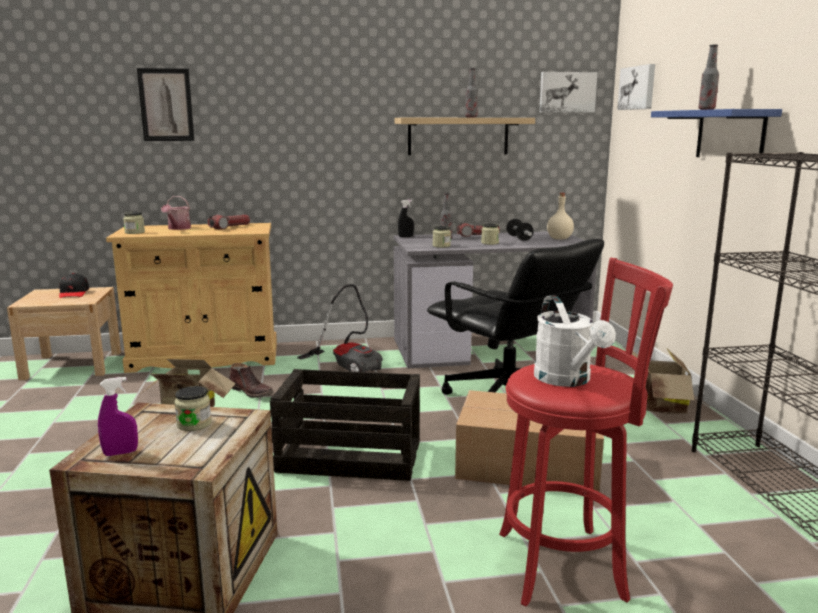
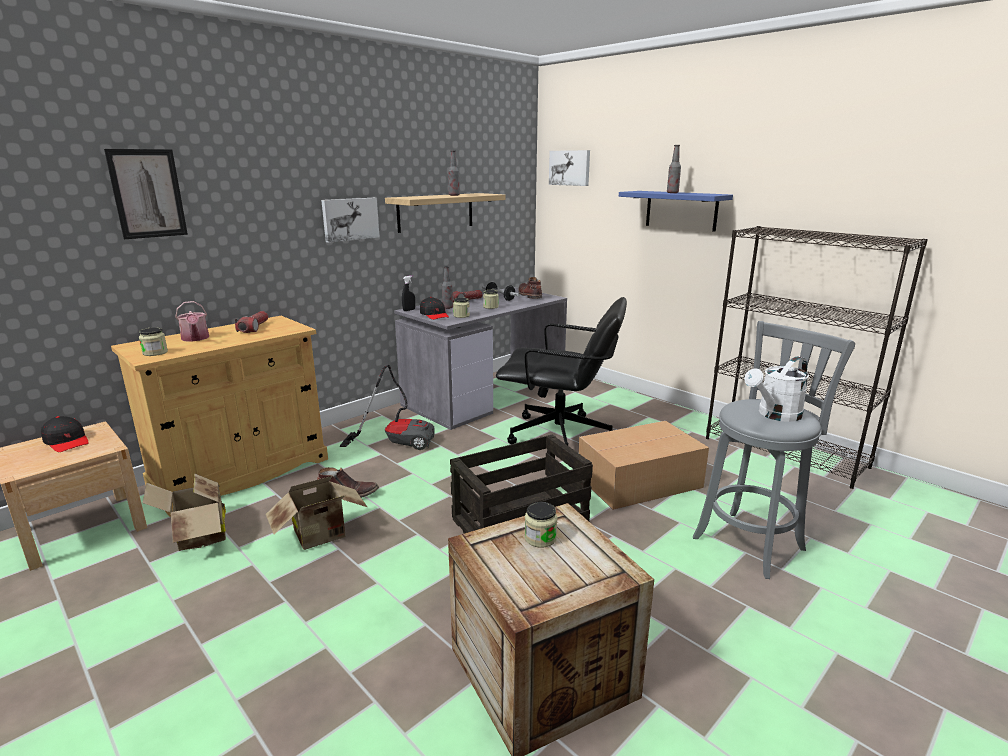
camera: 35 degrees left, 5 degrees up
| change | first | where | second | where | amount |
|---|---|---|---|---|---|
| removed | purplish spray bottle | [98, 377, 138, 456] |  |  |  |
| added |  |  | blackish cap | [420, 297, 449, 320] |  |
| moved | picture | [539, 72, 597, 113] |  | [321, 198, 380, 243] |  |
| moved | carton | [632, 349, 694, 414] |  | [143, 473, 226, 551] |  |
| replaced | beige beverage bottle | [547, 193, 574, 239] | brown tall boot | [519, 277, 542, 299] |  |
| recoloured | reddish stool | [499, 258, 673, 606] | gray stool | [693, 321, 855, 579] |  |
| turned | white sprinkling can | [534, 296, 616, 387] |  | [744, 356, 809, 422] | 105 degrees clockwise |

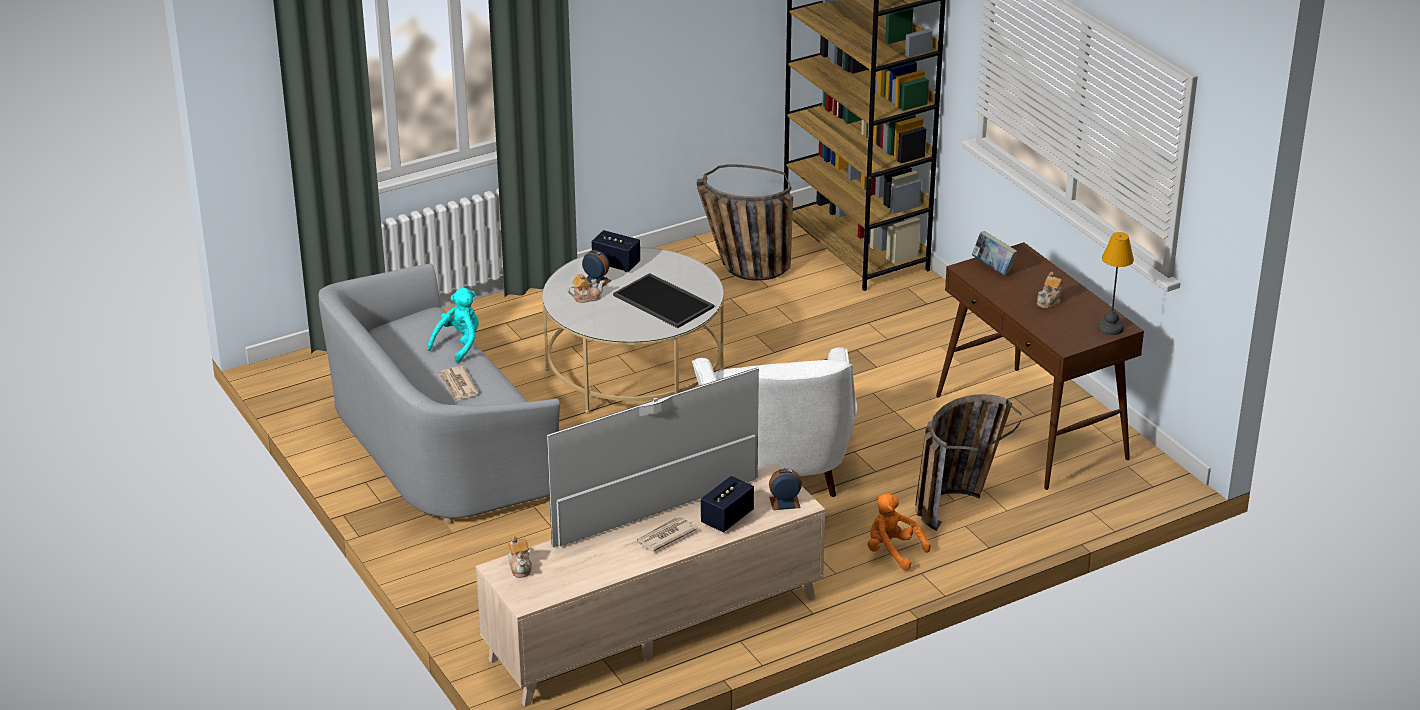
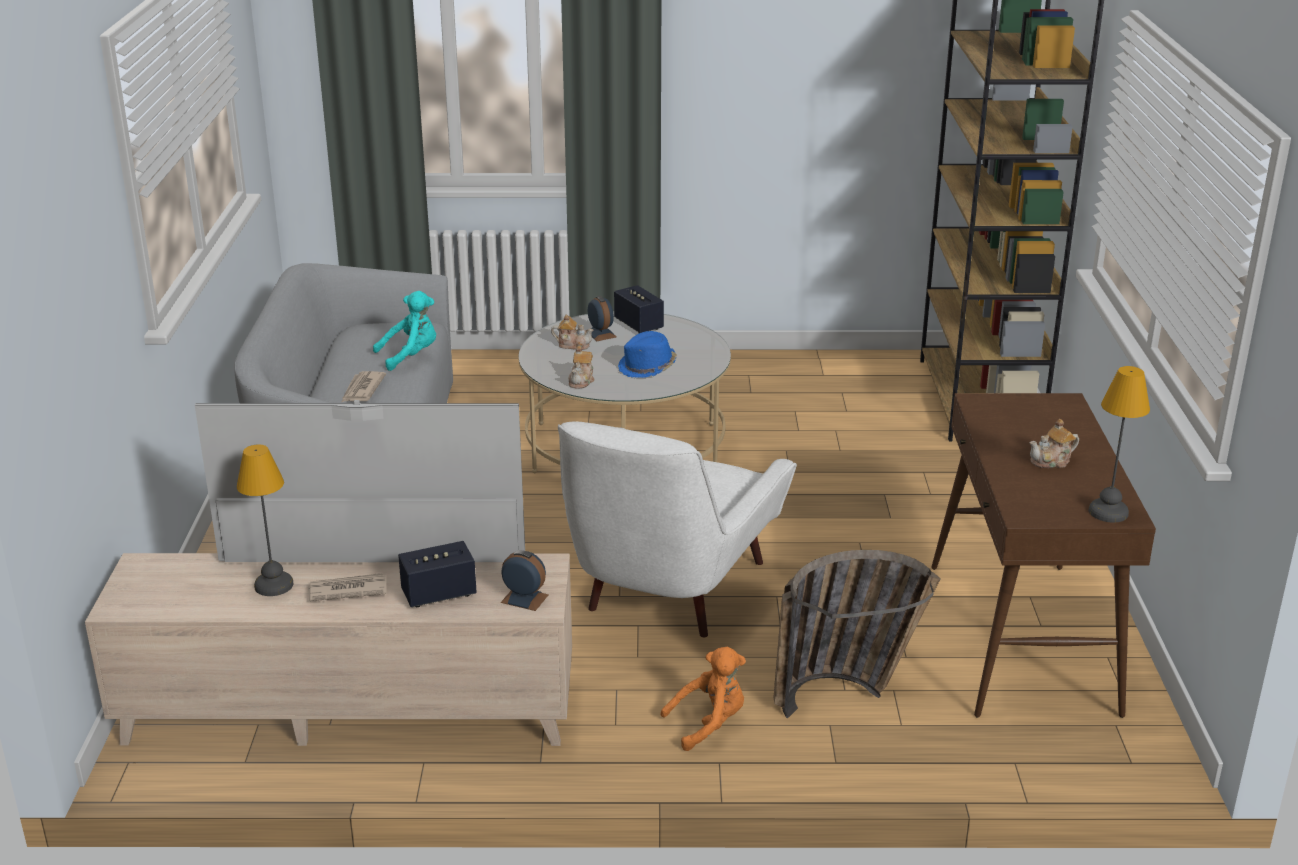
camera: 30 degrees right, 5 degrees down
| change | first | where | second | where | amount |
|---|---|---|---|---|---|
| removed | household basket | [696, 164, 793, 281] |  |  |  |
| removed | book | [972, 231, 1017, 276] |  |  |  |
| added |  |  | table lamp | [237, 444, 294, 596] |  |
| moved | tea pot | [508, 536, 532, 578] |  | [568, 346, 595, 389] |  |
| replaced | tray | [613, 273, 714, 328] | blue clothing hat | [618, 331, 677, 378] |  |
| turned | orangey plush toy | [868, 493, 931, 570] |  | [660, 647, 746, 751] | 90 degrees clockwise |

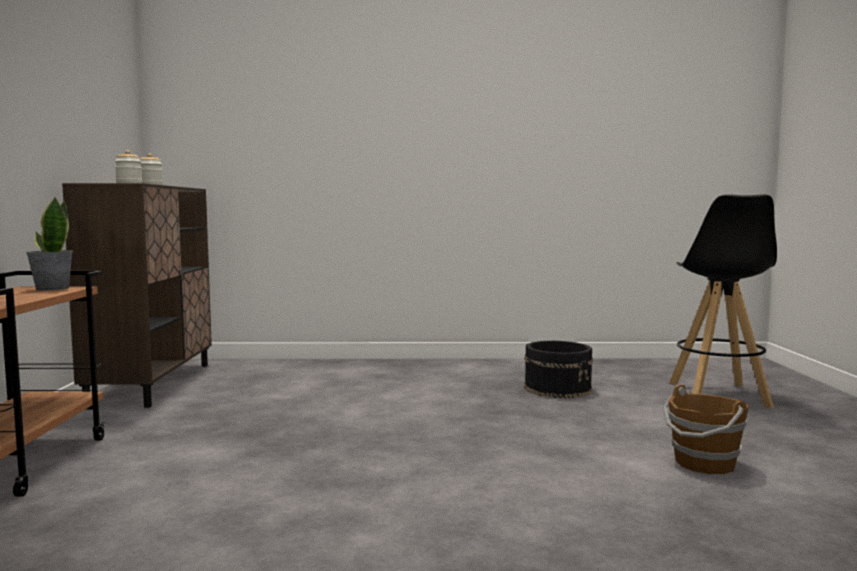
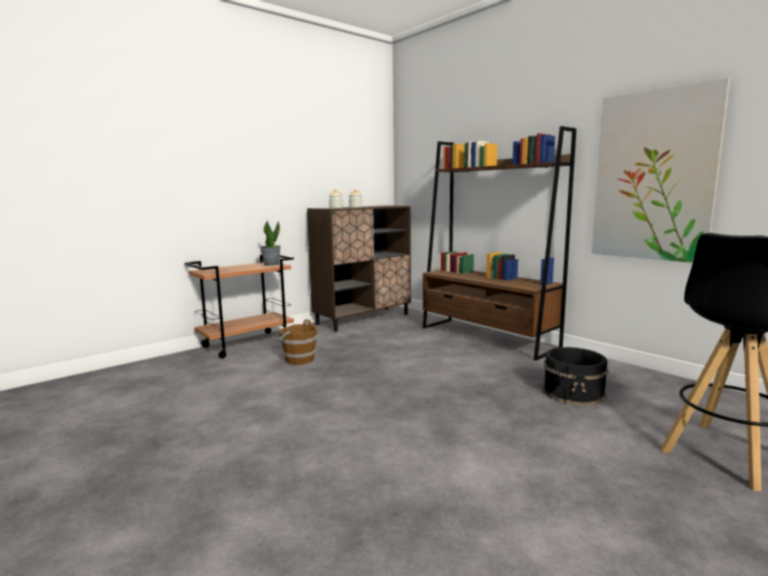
camera: 50 degrees right, 5 degrees up
| change | first | where | second | where | amount |
|---|---|---|---|---|---|
| added |  |  | brown shelving unit | [423, 126, 576, 361] |  |
| added |  |  | picture | [592, 78, 730, 263] |  |
| moved | brown bucket | [663, 385, 749, 474] |  | [278, 319, 317, 365] |  |

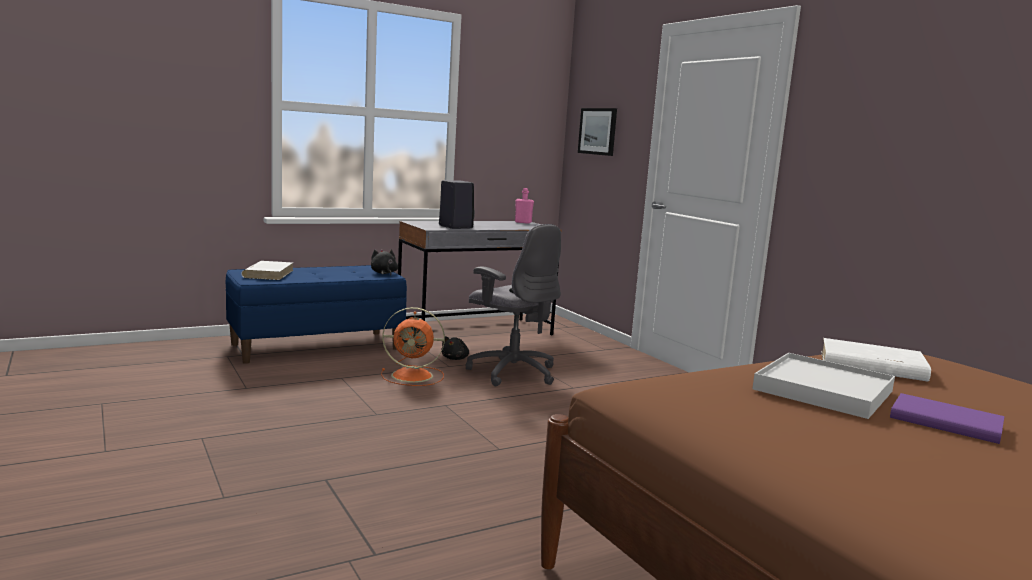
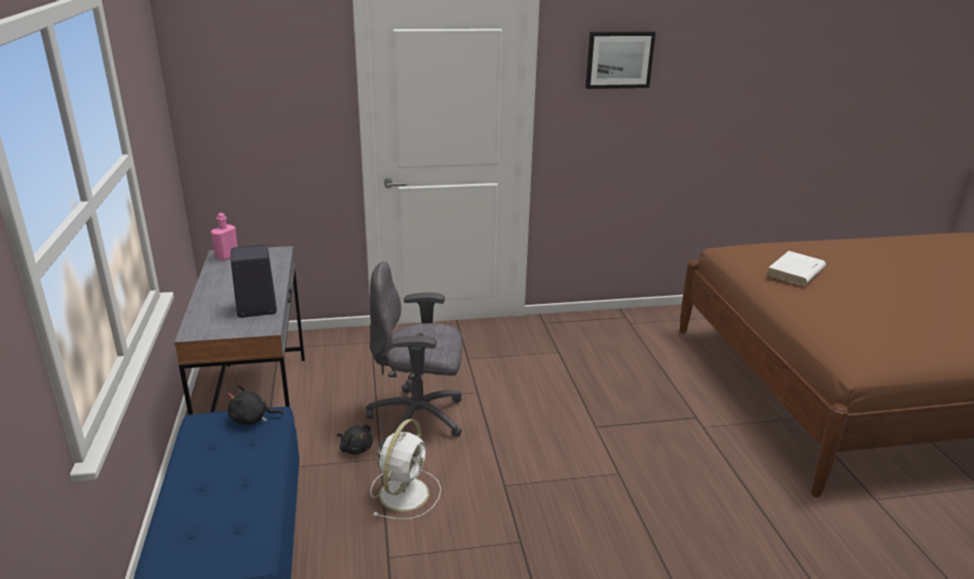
camera: 70 degrees left, 15 degrees up
| change | first | where | second | where | amount |
|---|---|---|---|---|---|
| removed | white book | [241, 261, 294, 280] |  |  |  |
| removed | white tray | [752, 353, 895, 419] |  |  |  |
| removed | purplish book | [890, 393, 1005, 444] |  |  |  |
| moved | picture | [578, 108, 617, 156] |  | [586, 32, 656, 89] |  |
| recoloured | orangey cooling fan | [381, 307, 445, 386] | white cooling fan | [370, 419, 441, 519] |  |
| turned | gray office chair | [466, 224, 561, 386] |  | [366, 261, 462, 437] | 150 degrees counterclockwise |

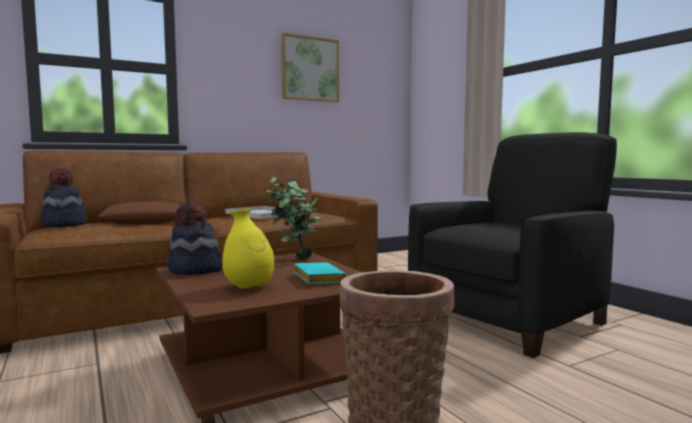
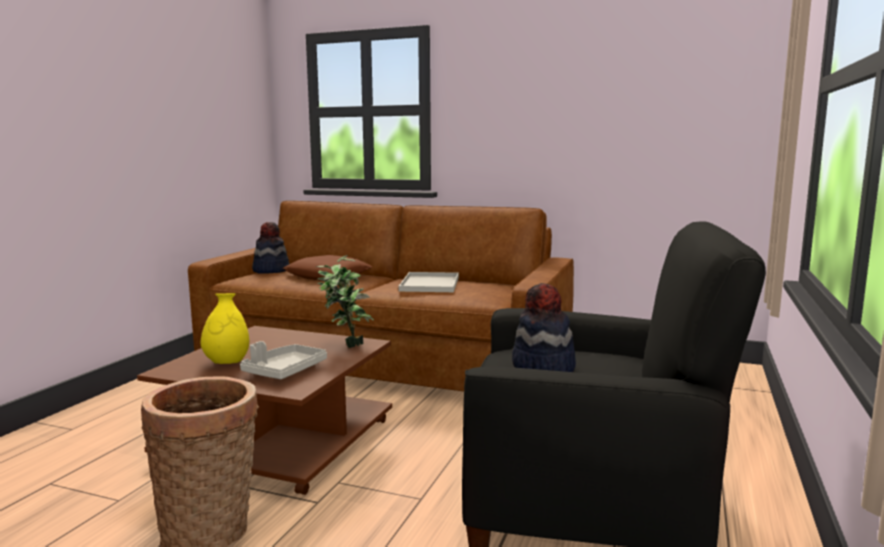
camera: 50 degrees right, 5 degrees up
| change | first | where | second | where | amount |
|---|---|---|---|---|---|
| removed | picture | [281, 33, 339, 102] |  |  |  |
| moved | clothing hat | [167, 202, 222, 275] |  | [512, 283, 576, 372] |  |
| replaced | turquoise book | [294, 262, 347, 284] | gray tray | [240, 341, 327, 379] |  |

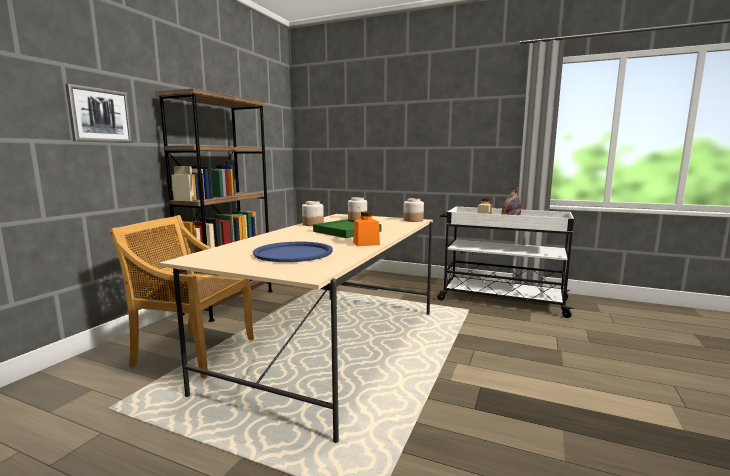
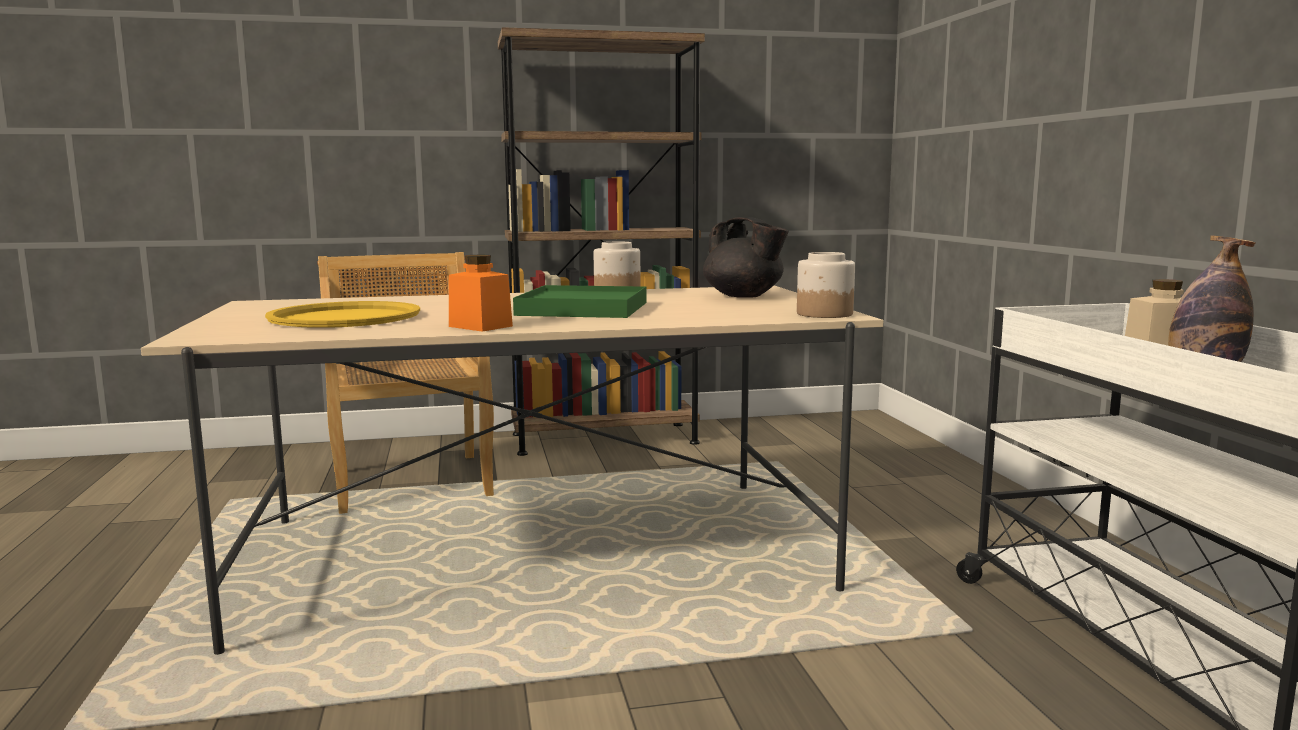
camera: 55 degrees right, 0 degrees up
| change | first | where | second | where | amount |
|---|---|---|---|---|---|
| removed | picture | [65, 84, 133, 143] |  |  |  |
| replaced | preserve jar | [348, 197, 367, 220] | blackish tea pot | [703, 217, 789, 298] |  |
| recoloured | blue tray | [253, 242, 333, 262] | yellow tray | [265, 301, 420, 328] |  |

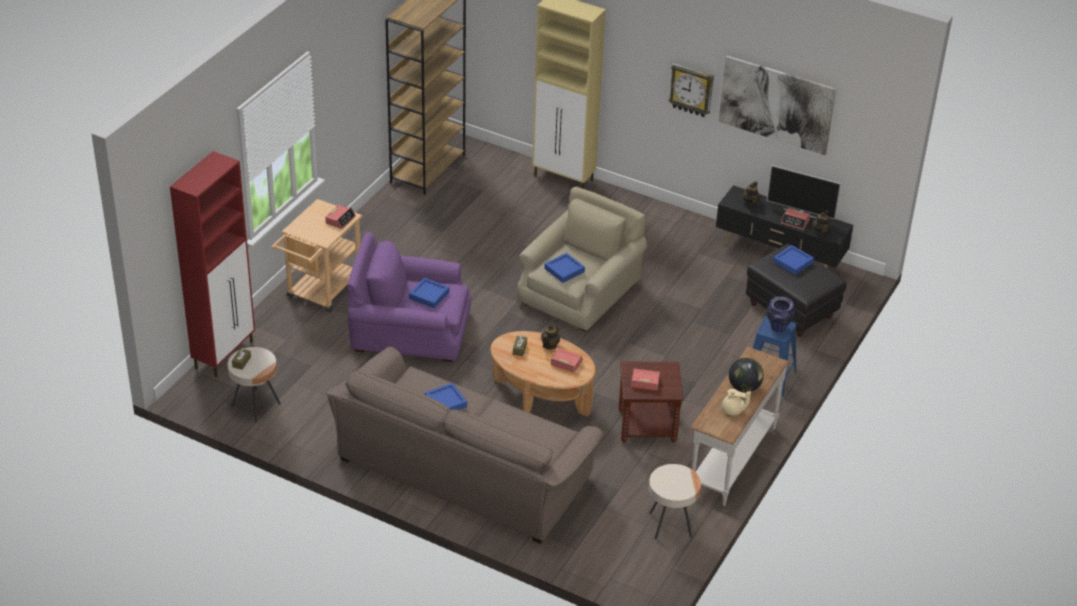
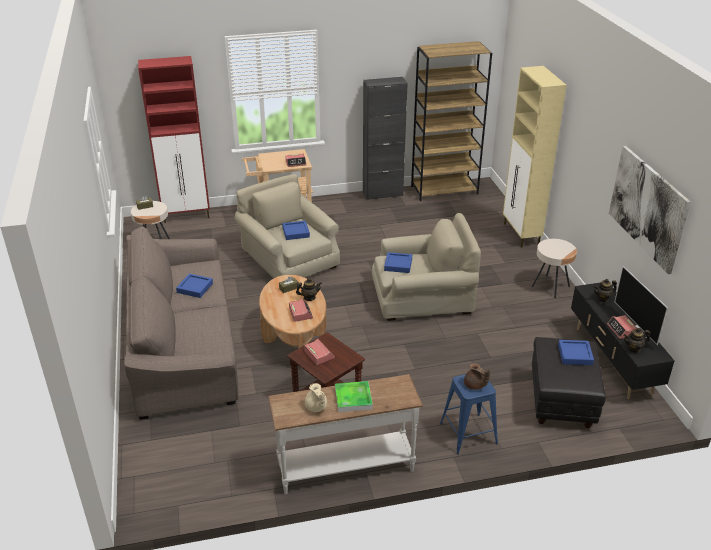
camera: 50 degrees right, 5 degrees down
| change | first | where | second | where | amount |
|---|---|---|---|---|---|
| removed | wall clock | [668, 63, 714, 117] |  |  |  |
| added |  |  | blackish cabinet | [363, 77, 408, 200] |  |
| moved | beige end table | [649, 464, 701, 540] |  | [532, 239, 577, 298] |  |
| replaced | world globe | [729, 358, 764, 393] | tray | [335, 381, 373, 412] |  |
| replaced | flower vase | [767, 296, 795, 332] | brown tea pot | [464, 363, 490, 390] |  |
| recoloured | purplish lounge chair | [347, 232, 471, 362] | beige lounge chair | [235, 174, 340, 279] |  |

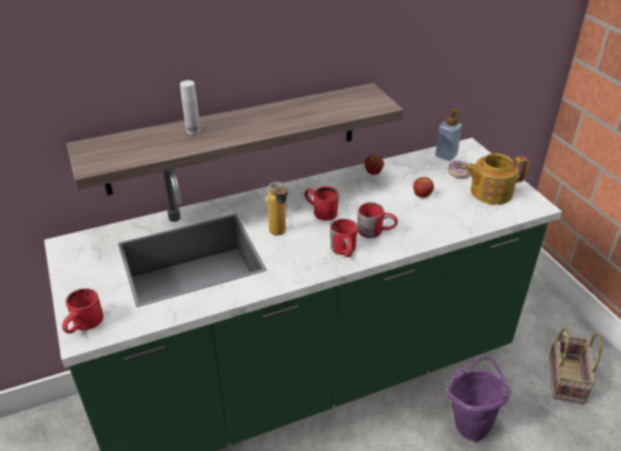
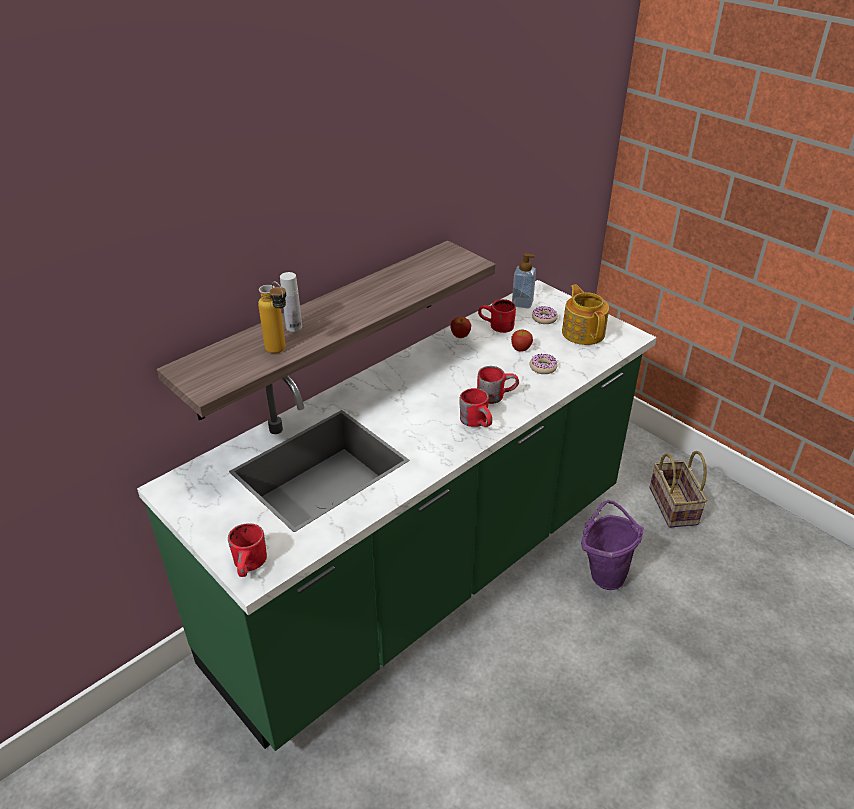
camera: 20 degrees left, 0 degrees up
| change | first | where | second | where | amount |
|---|---|---|---|---|---|
| added |  |  | doughnut | [530, 354, 557, 374] |  |
| moved | beverage bottle | [267, 182, 288, 236] |  | [258, 281, 286, 353] |  |
| moved | reddish tea mug | [304, 186, 339, 221] |  | [478, 299, 516, 333] |  |
| turned | tea pot | [464, 153, 529, 205] |  | [562, 284, 609, 345] | 105 degrees clockwise |

